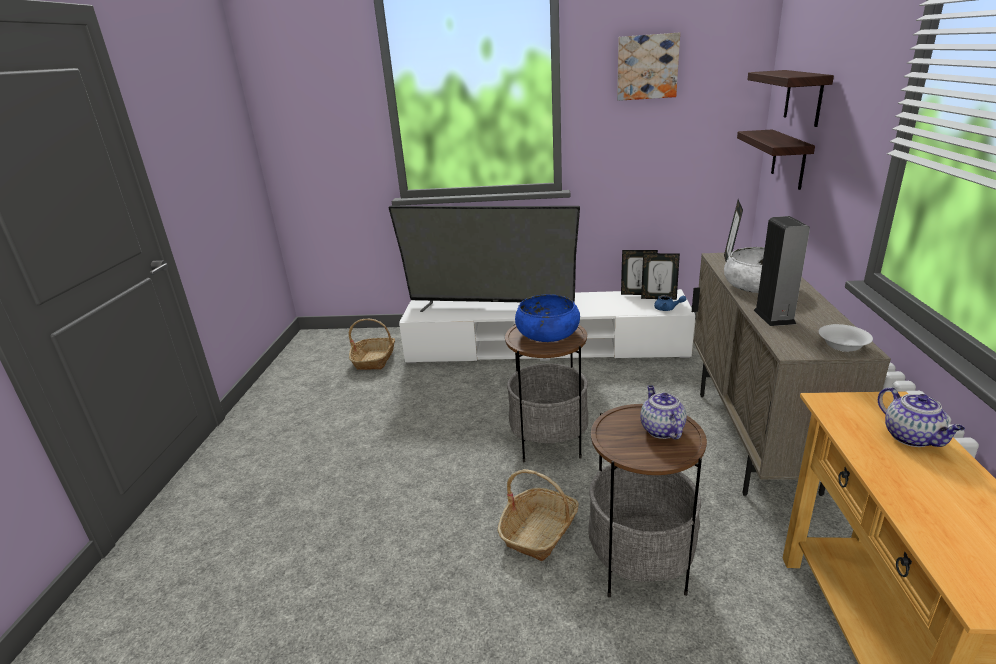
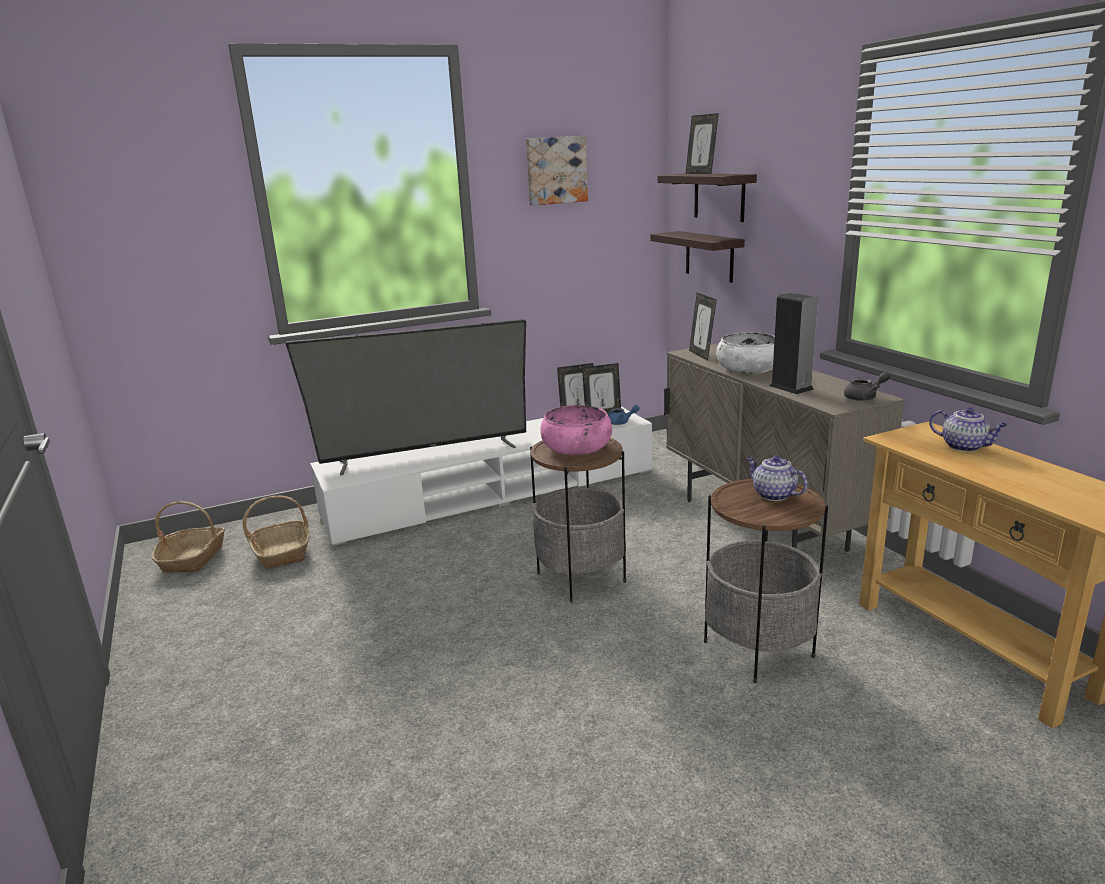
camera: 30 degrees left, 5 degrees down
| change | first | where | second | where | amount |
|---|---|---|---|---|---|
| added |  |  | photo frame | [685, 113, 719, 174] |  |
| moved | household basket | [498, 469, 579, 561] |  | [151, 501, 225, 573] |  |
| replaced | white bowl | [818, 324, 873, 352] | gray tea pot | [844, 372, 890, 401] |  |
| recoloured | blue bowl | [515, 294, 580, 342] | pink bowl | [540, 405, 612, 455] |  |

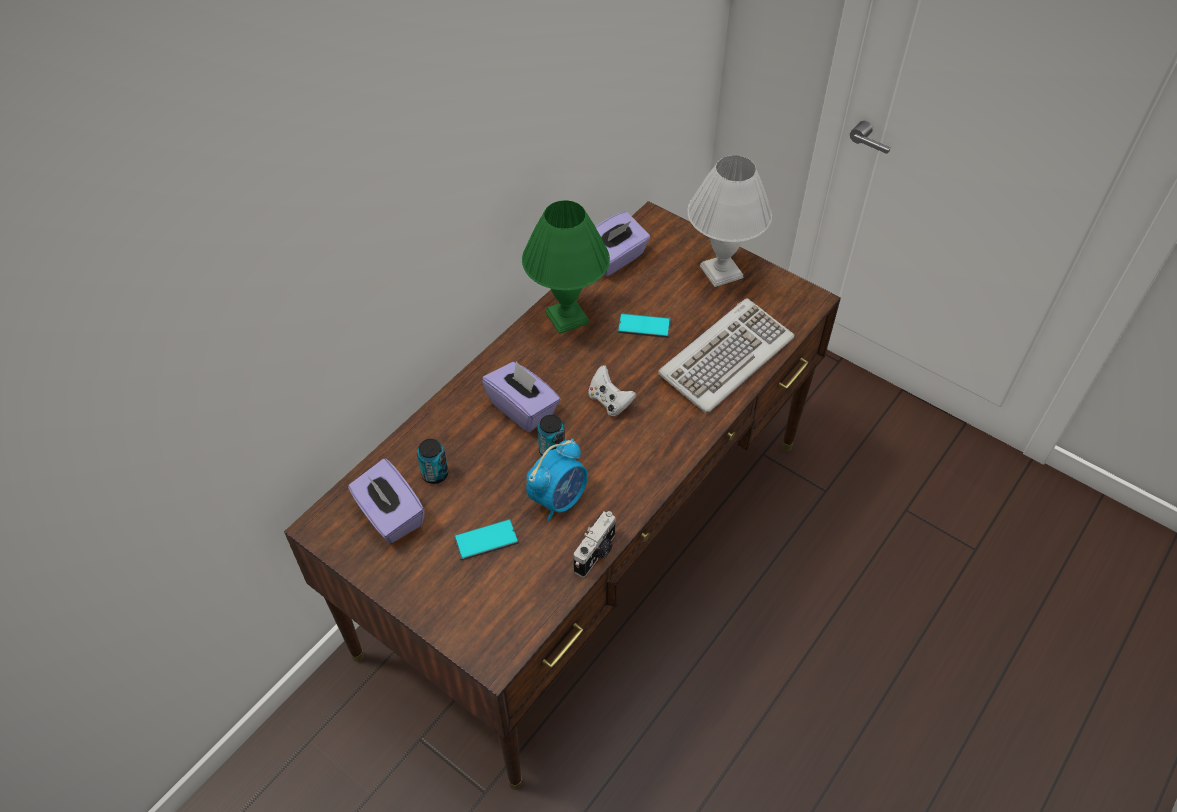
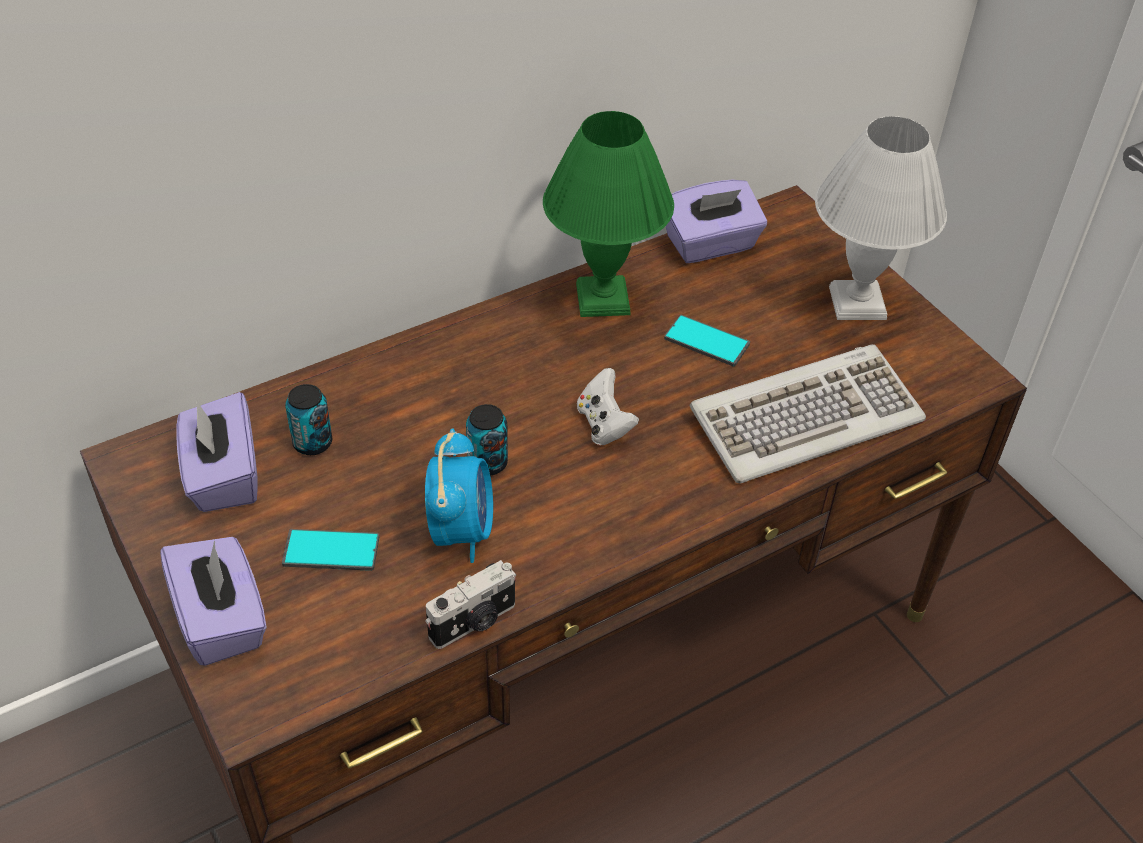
camera: 20 degrees right, 5 degrees down
| change | first | where | second | where | amount |
|---|---|---|---|---|---|
| moved | purplish box of tissues | [482, 361, 560, 432] |  | [160, 537, 267, 666] |  |
| turned | table clock | [526, 438, 588, 521] |  | [425, 428, 493, 563] | 60 degrees counterclockwise |

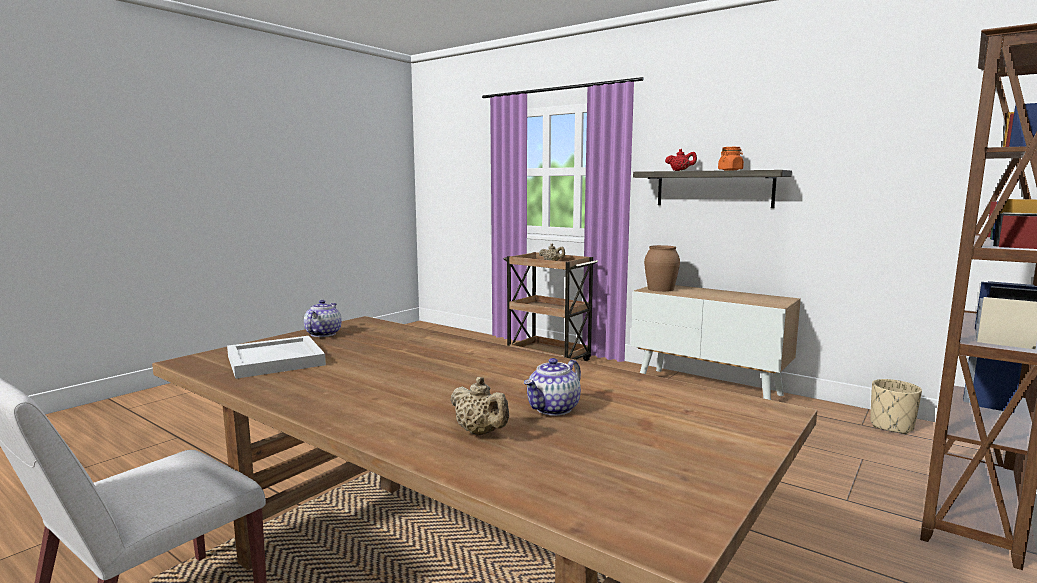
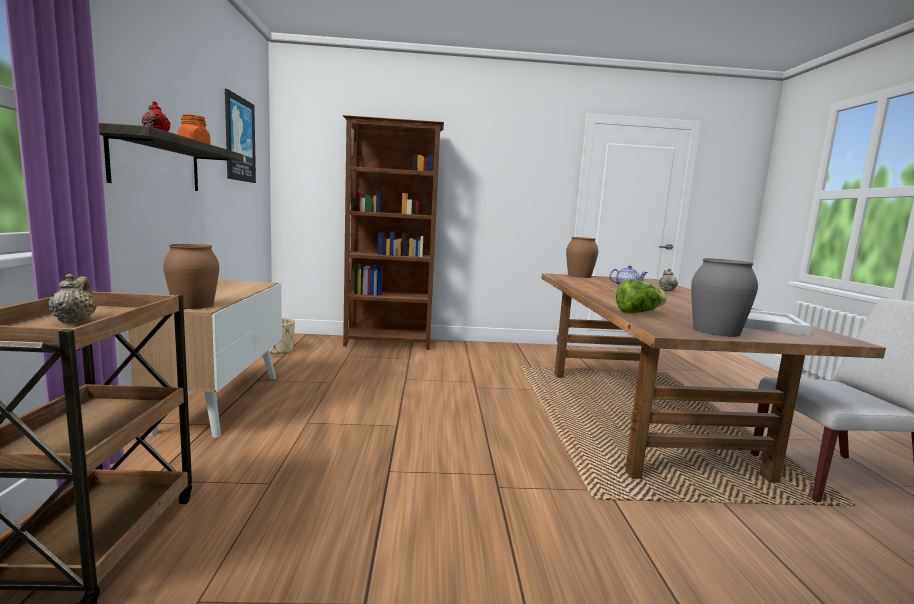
camera: 130 degrees left, 0 degrees up
| change | first | where | second | where | amount |
|---|---|---|---|---|---|
| added |  |  | picture | [225, 89, 256, 183] |  |
| added |  |  | brown flower vase | [566, 237, 598, 278] |  |
| added |  |  | lettuce head | [616, 279, 667, 313] |  |
| replaced | tea pot | [304, 300, 342, 337] | gray flower vase | [691, 258, 758, 337] |  |

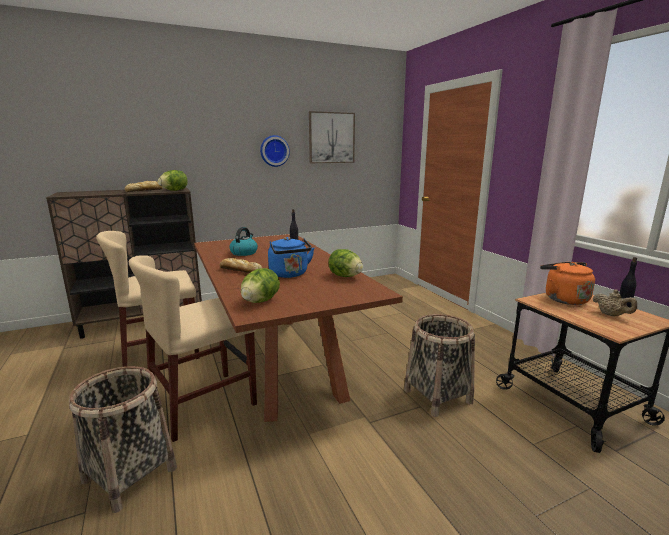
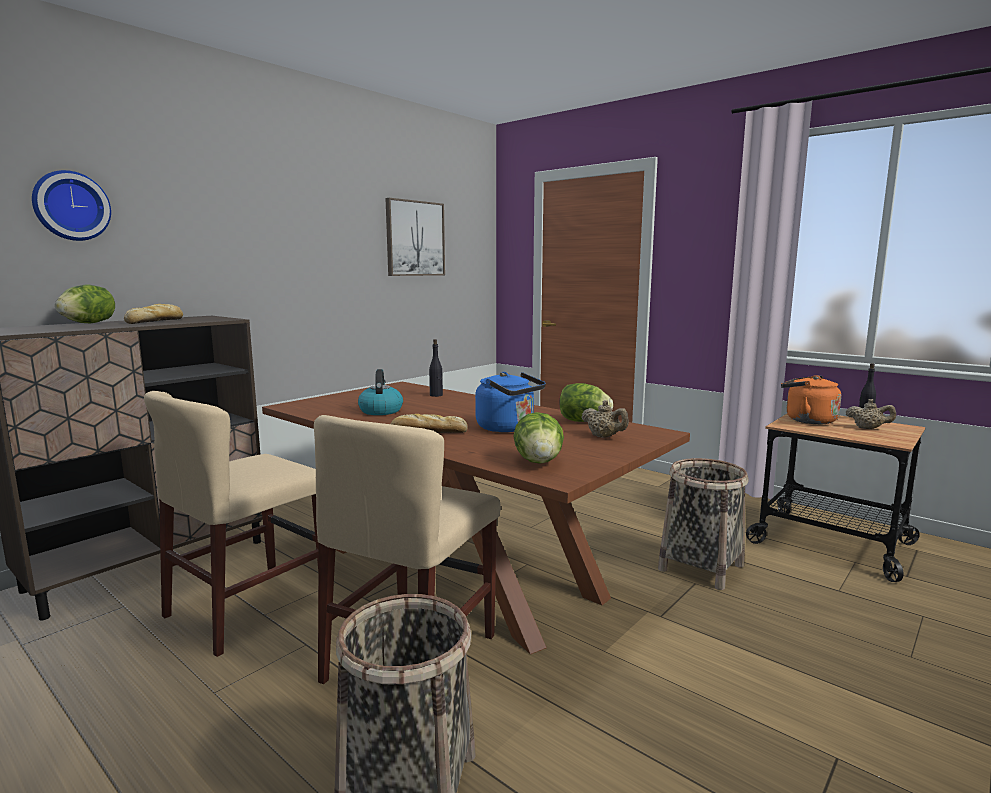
camera: 25 degrees left, 5 degrees down
| change | first | where | second | where | amount |
|---|---|---|---|---|---|
| added |  |  | beige tea pot | [581, 400, 629, 438] |  |
| moved | lettuce head | [158, 170, 188, 191] |  | [55, 285, 115, 323] |  |
| moved | wall clock | [260, 135, 290, 167] |  | [32, 170, 111, 241] |  |

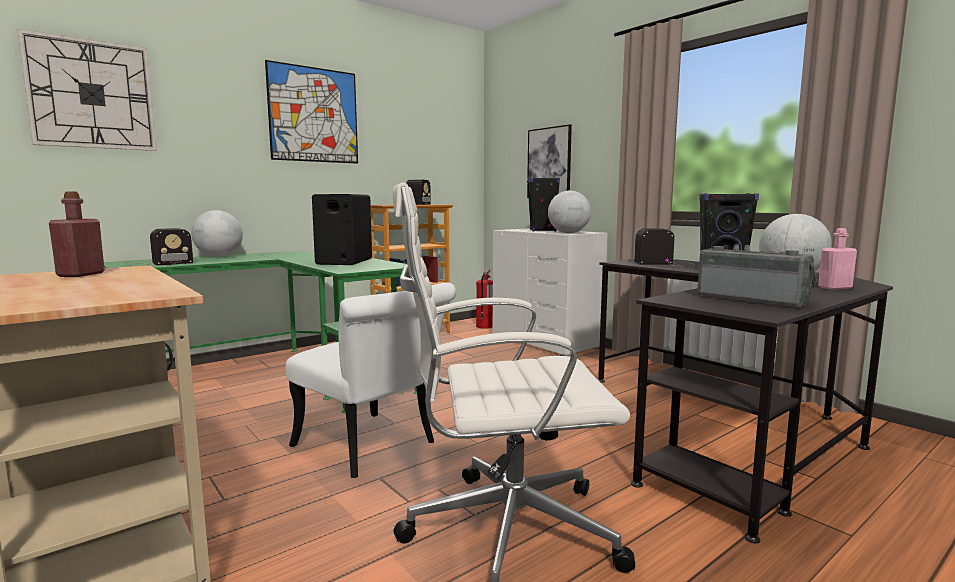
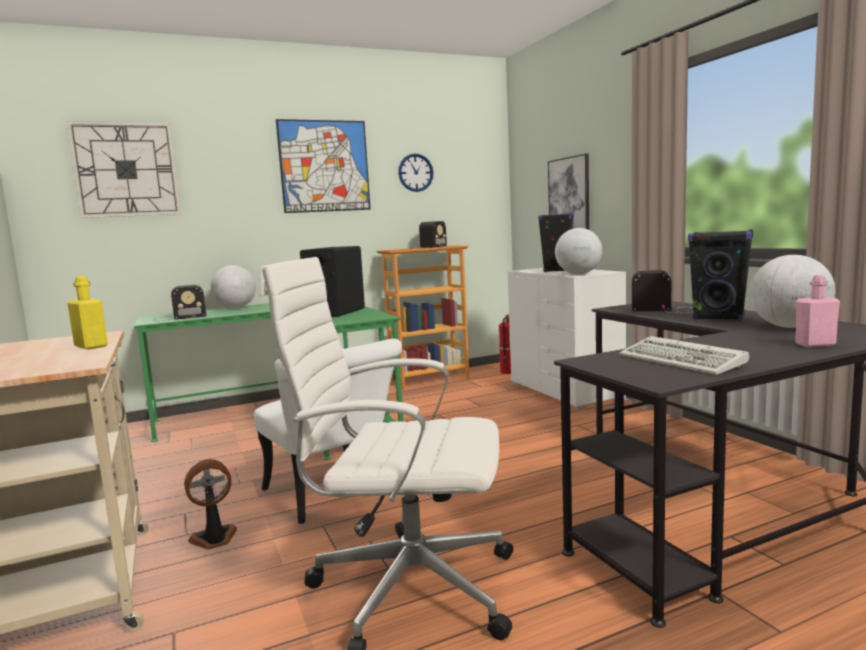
camera: 15 degrees right, 0 degrees up
| change | first | where | second | where | amount |
|---|---|---|---|---|---|
| removed | reddish beverage bottle | [49, 191, 105, 277] |  |  |  |
| added |  |  | yellow beverage bottle | [67, 276, 108, 350] |  |
| added |  |  | cooling fan | [184, 459, 237, 550] |  |
| added |  |  | wall clock | [398, 153, 433, 192] |  |
| replaced | radio receiver | [697, 244, 816, 308] | computer keyboard | [619, 336, 749, 375] |  |

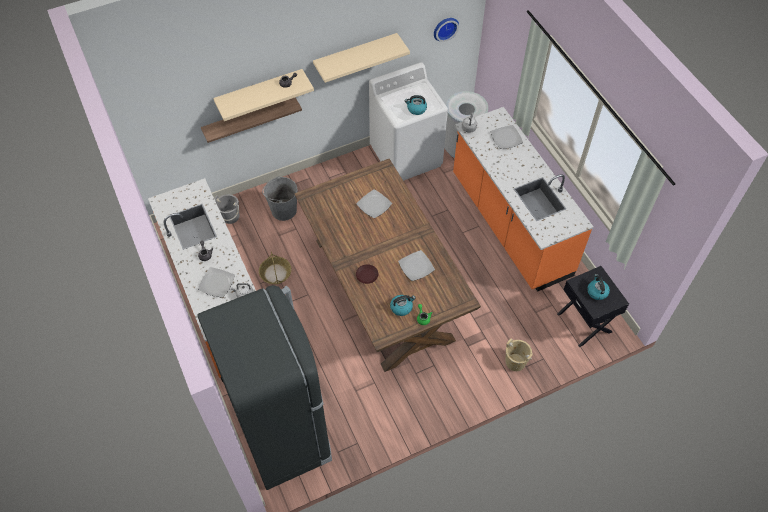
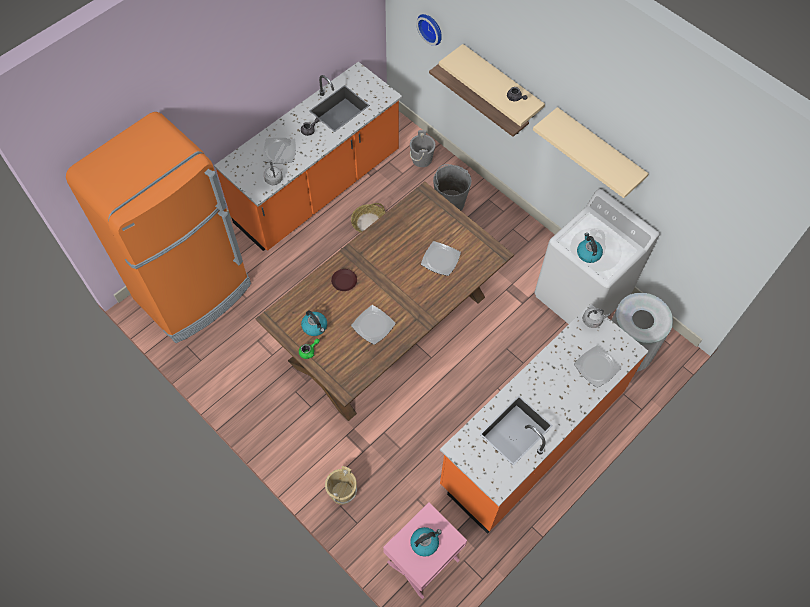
camera: 70 degrees right, 5 degrees up
| change | first | where | second | where | amount |
|---|---|---|---|---|---|
| moved | wall clock | [434, 18, 459, 42] |  | [416, 14, 441, 45] |  |
| recoloured | blackish kitchen fridge | [197, 285, 332, 490] | orangey kitchen fridge | [66, 112, 251, 343] |  |
| recoloured | blackish bedside table | [557, 266, 629, 347] | pink bedside table | [383, 502, 467, 599] |  |

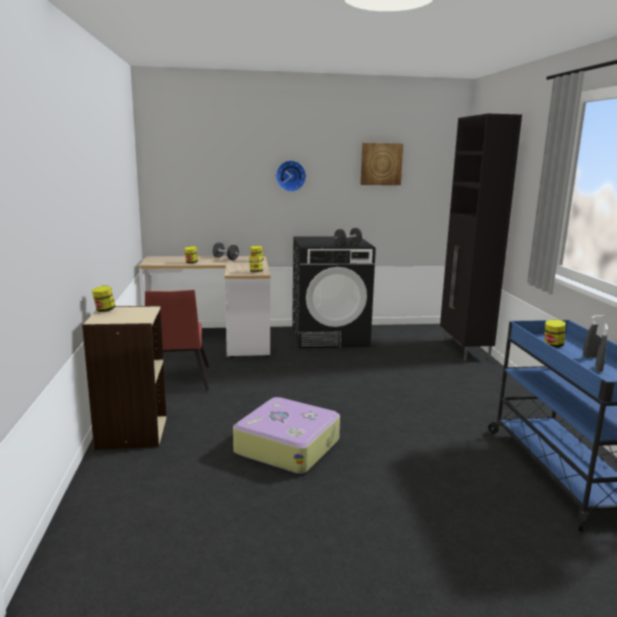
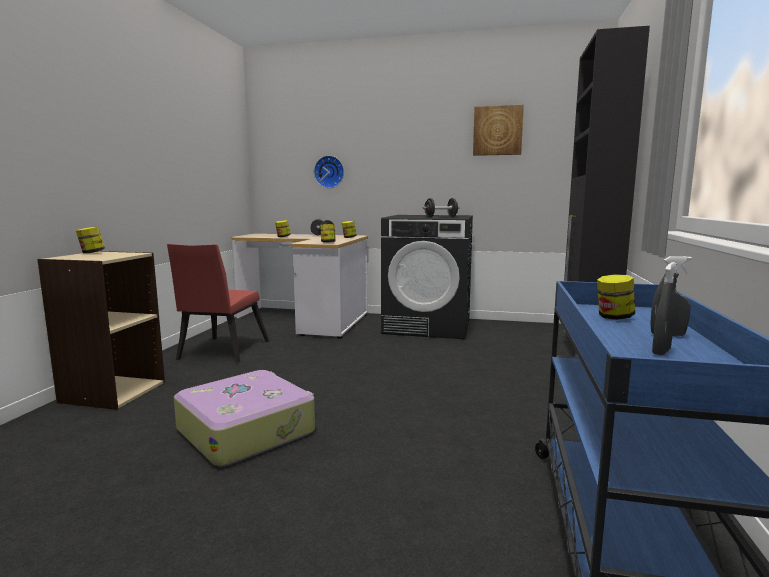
camera: 20 degrees right, 5 degrees down
| change | first | where | second | where | amount |
|---|---|---|---|---|---|
| moved | wall clock | [276, 160, 306, 192] |  | [314, 156, 344, 188] |  |

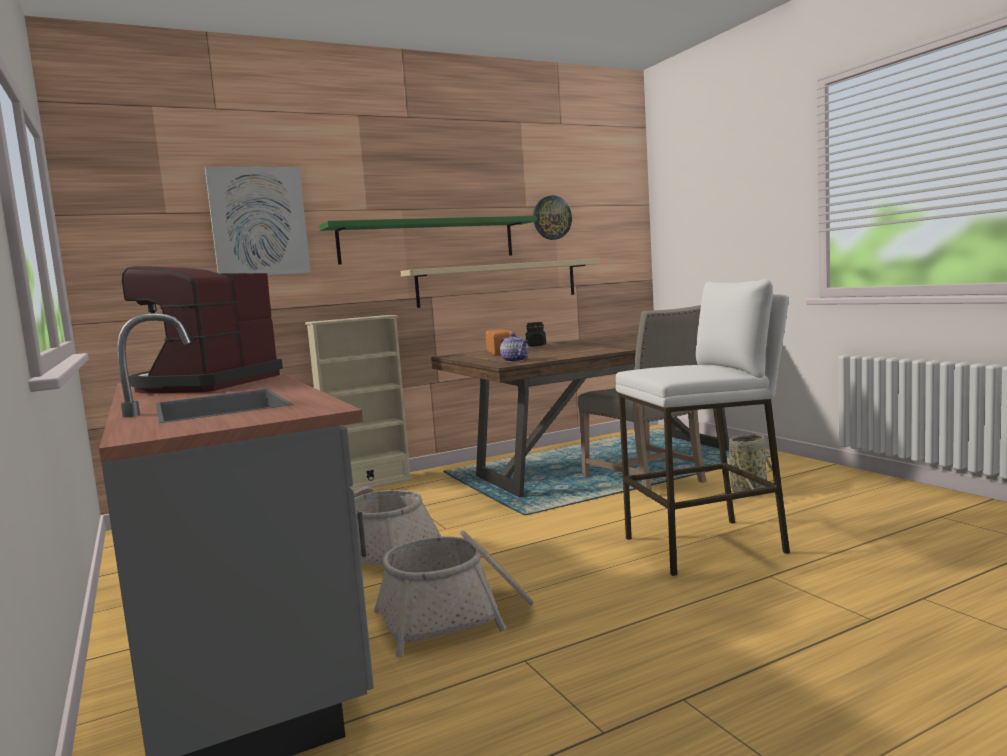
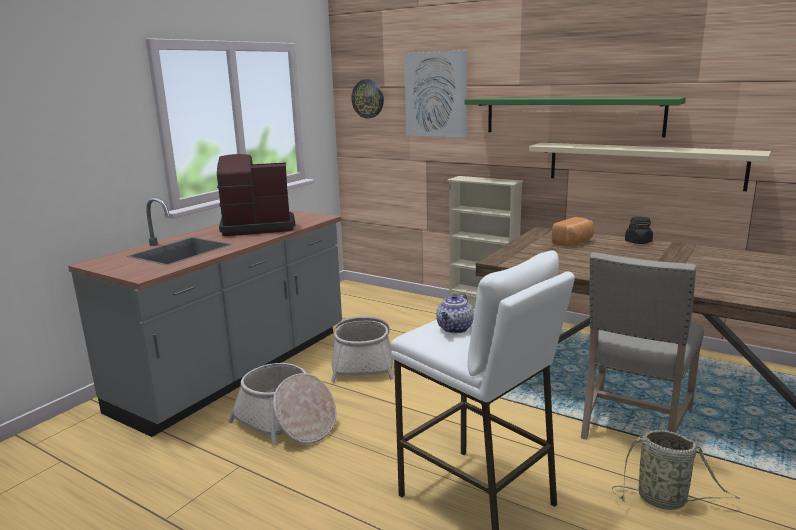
camera: 60 degrees right, 10 degrees up
| change | first | where | second | where | amount |
|---|---|---|---|---|---|
| moved | tea pot | [500, 333, 529, 362] |  | [436, 293, 474, 333] |  |
| moved | wall clock | [533, 196, 572, 240] |  | [352, 79, 384, 118] |  |

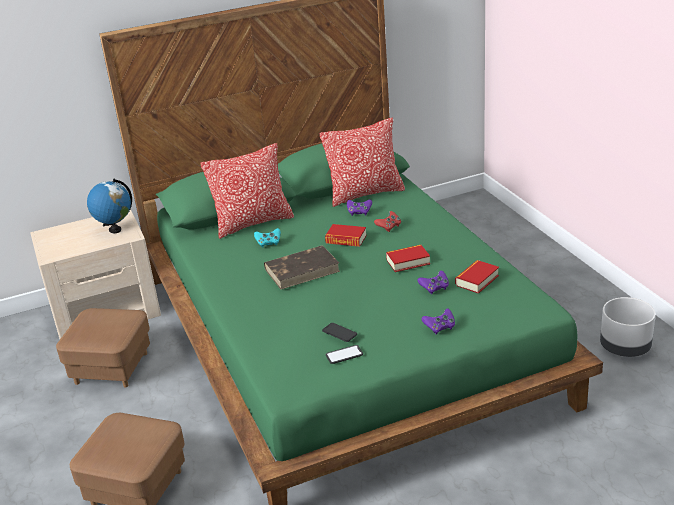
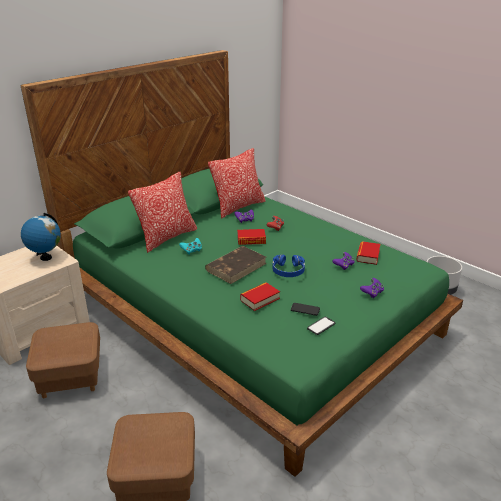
camera: 25 degrees left, 0 degrees up
| change | first | where | second | where | amount |
|---|---|---|---|---|---|
| added |  |  | blue headphones | [272, 255, 305, 277] |  |
| moved | book | [386, 245, 430, 272] |  | [240, 282, 280, 311] |  |

